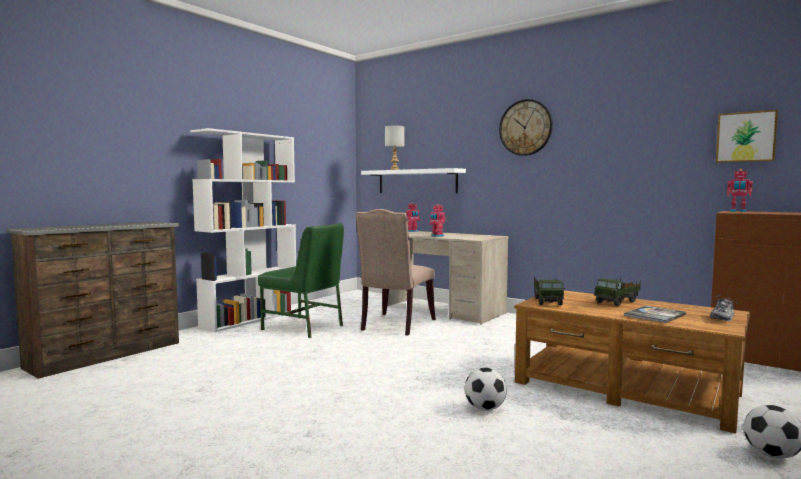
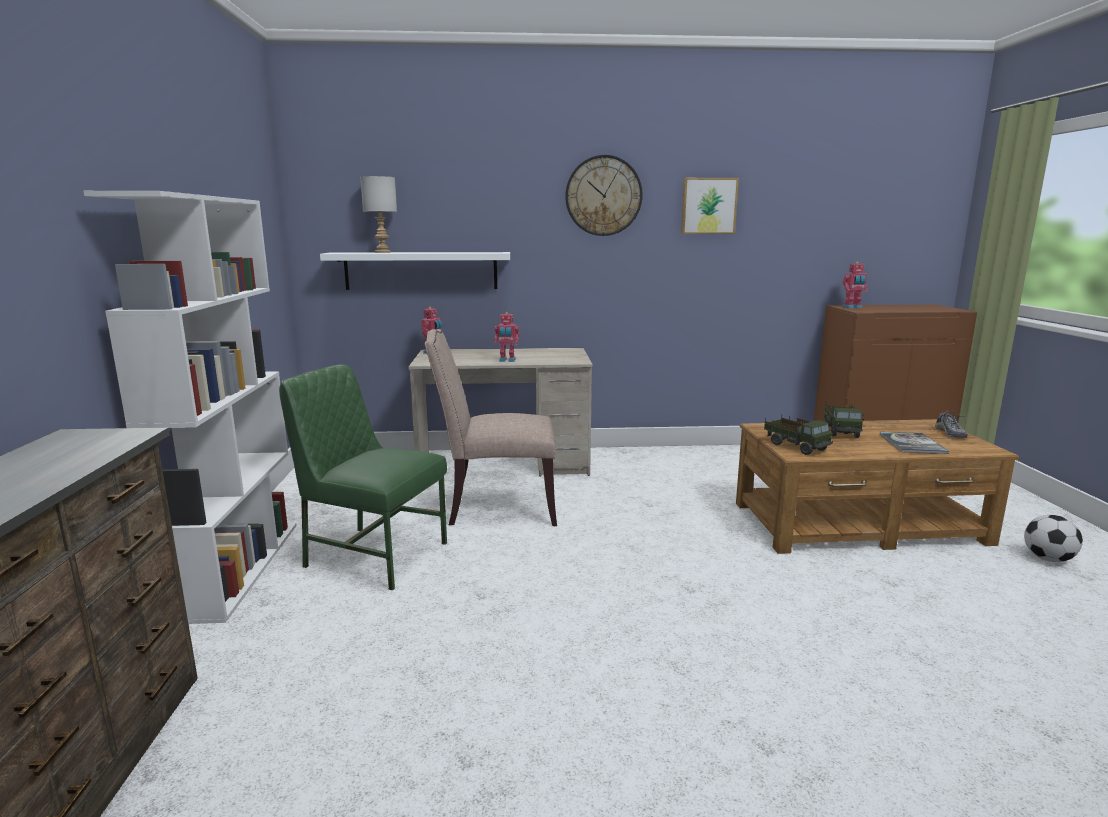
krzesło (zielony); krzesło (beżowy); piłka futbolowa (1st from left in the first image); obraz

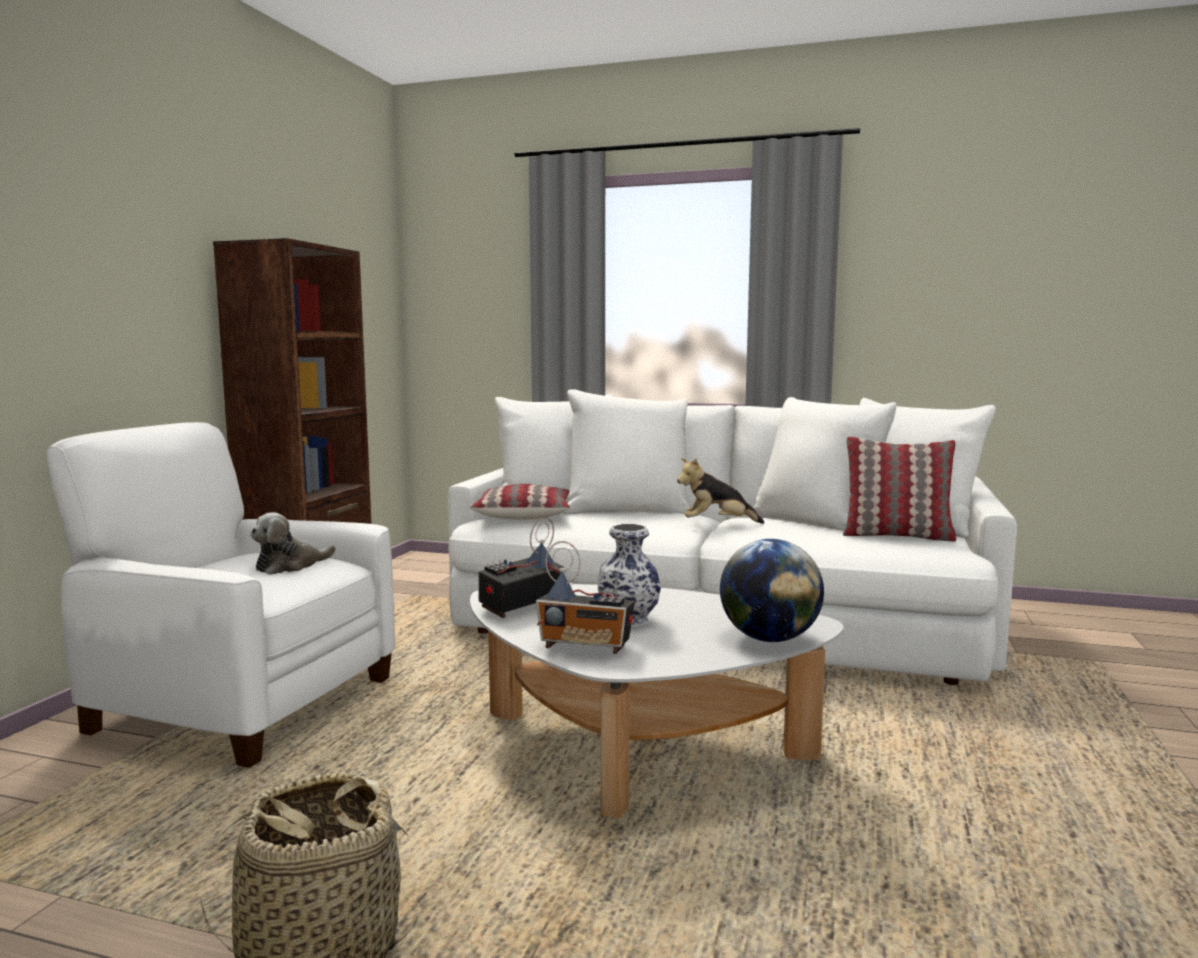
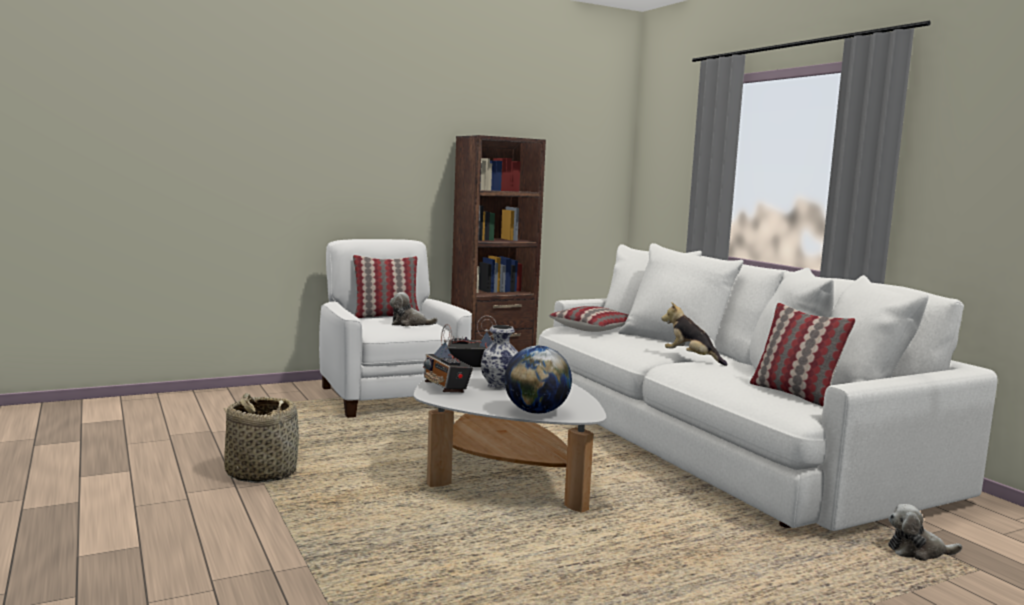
poduszka (1st from left); pluszak (3rd from left)

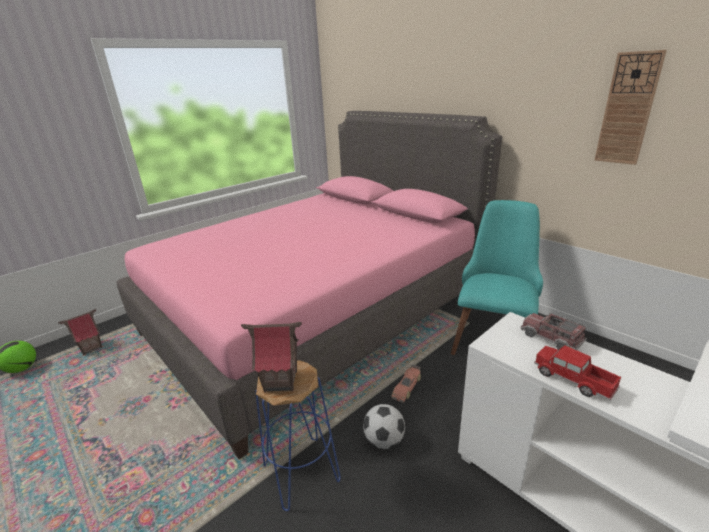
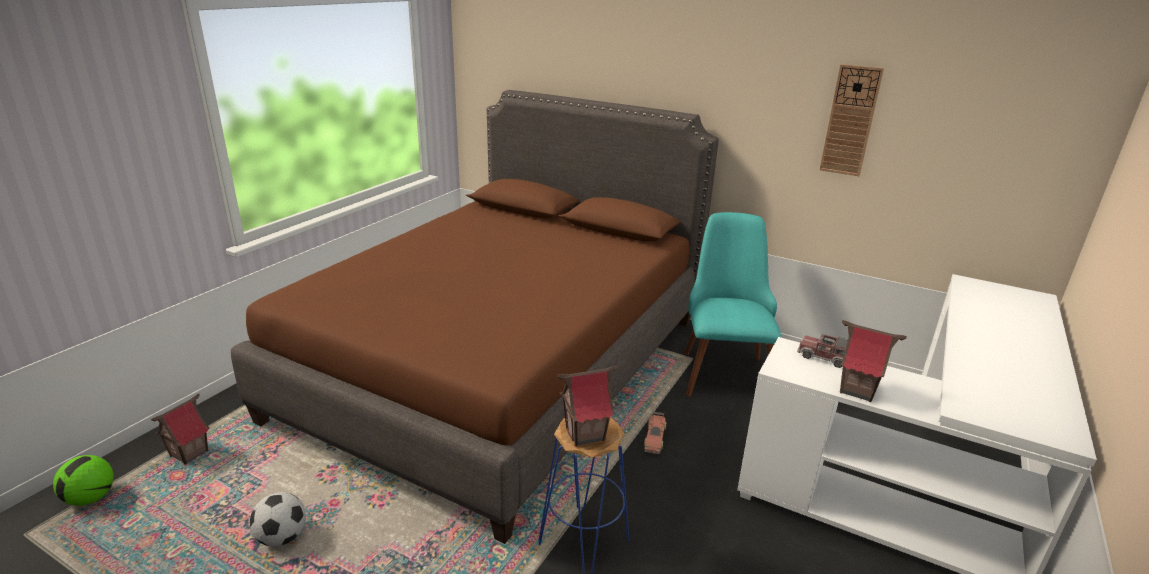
łóżko (brązowy); piłka futbolowa (2nd from left); domek (3rd from left)

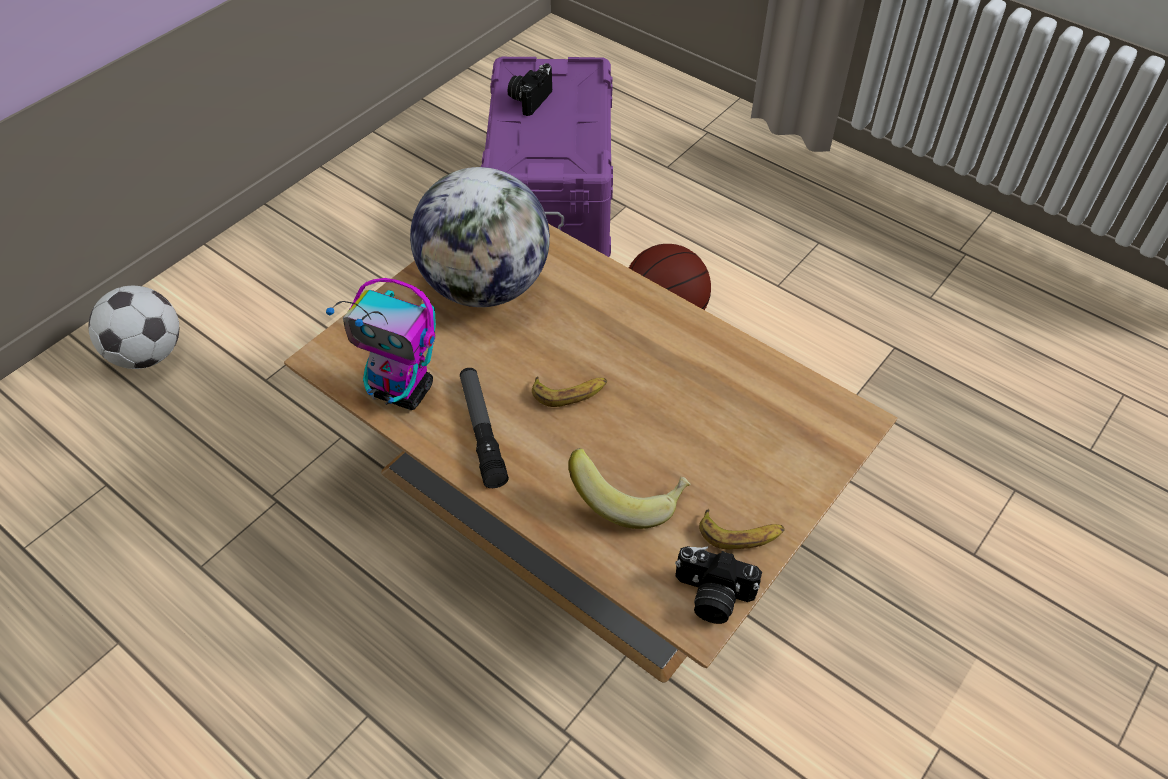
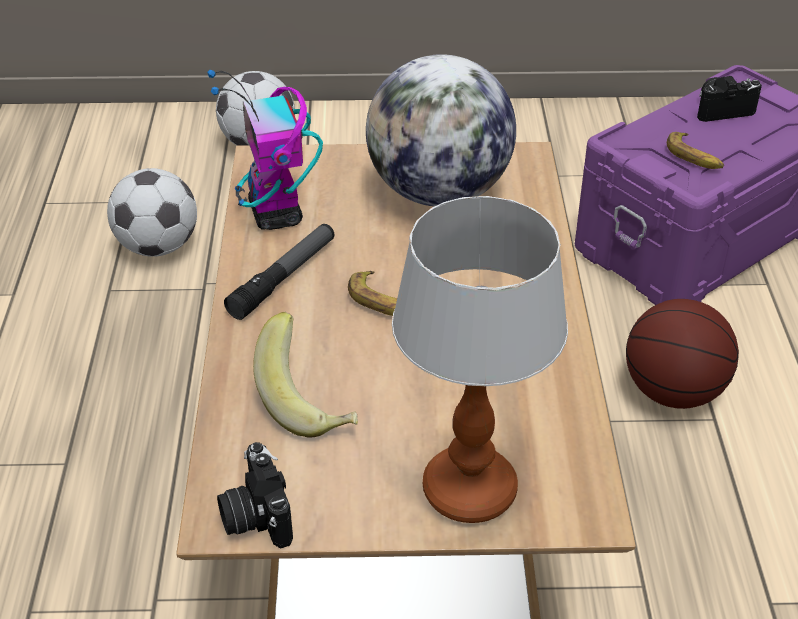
banan (3rd from left); piłka futbolowa (1st from left); lampa stołowa

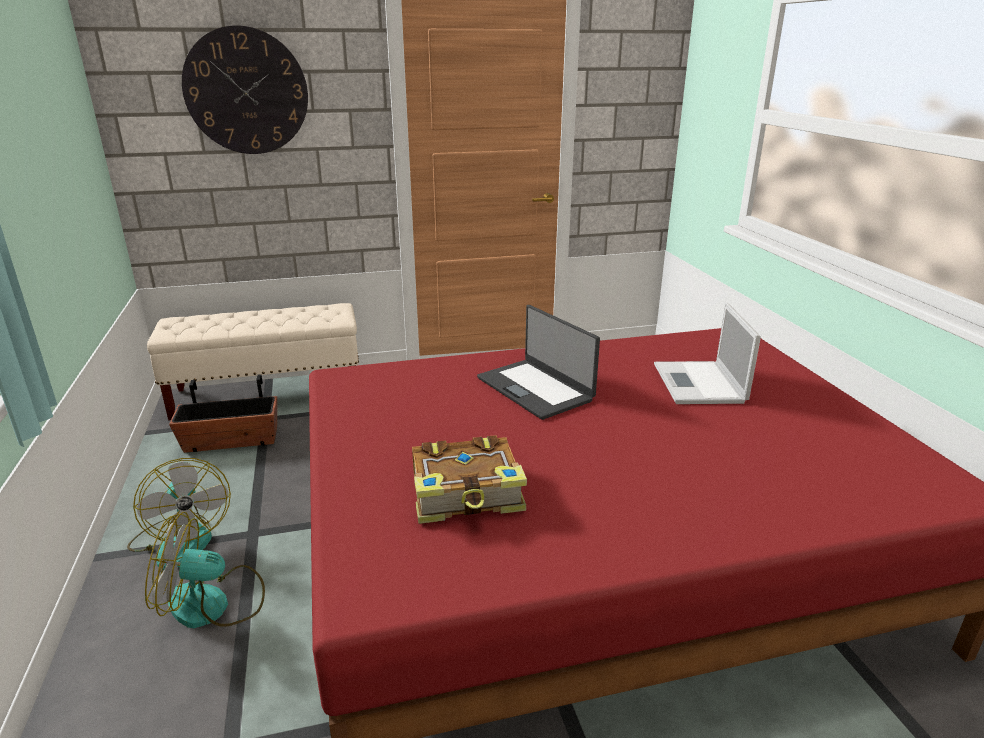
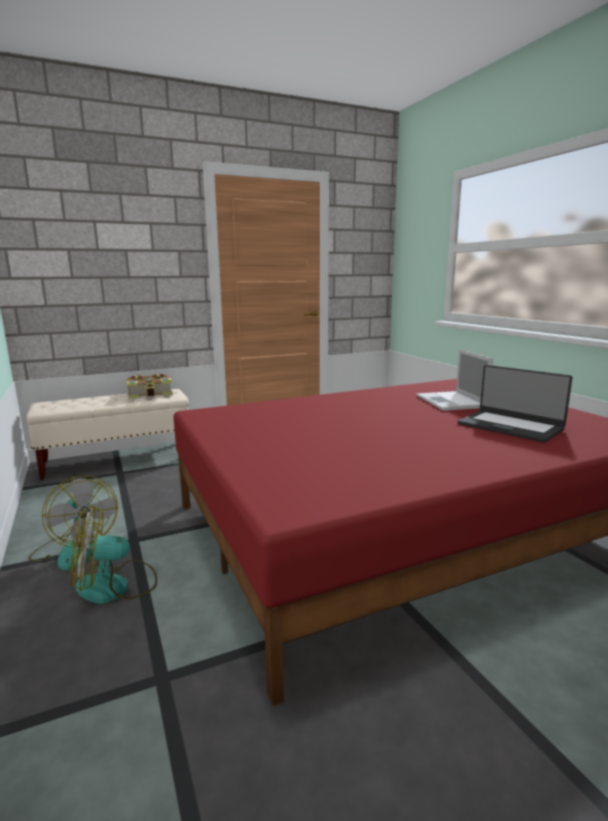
donica; zegar ścienny; książka; laptop (2nd from left)

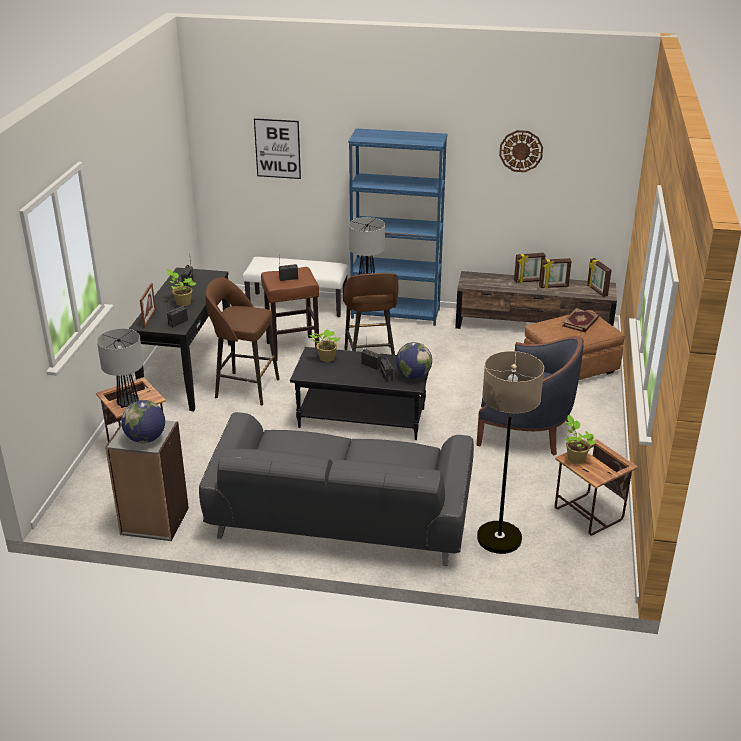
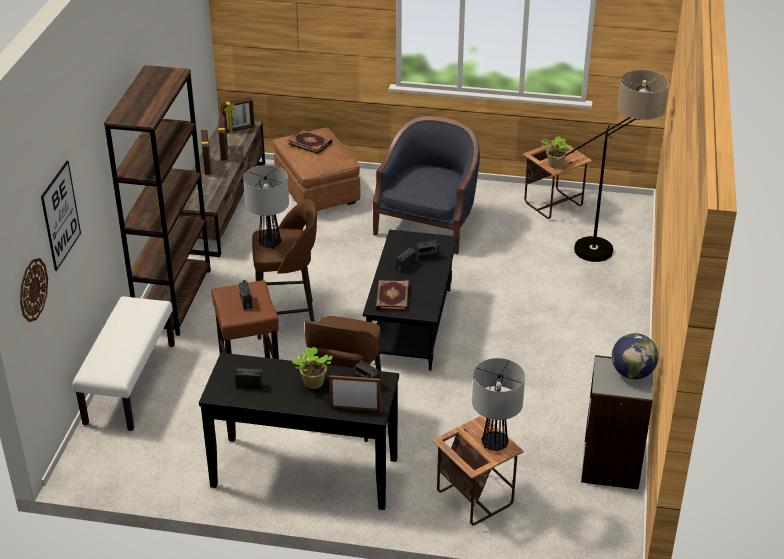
kanapa (szary); książka (2nd from left); regał (brązowy); globus (2nd from left in the first image); zegar ścienny

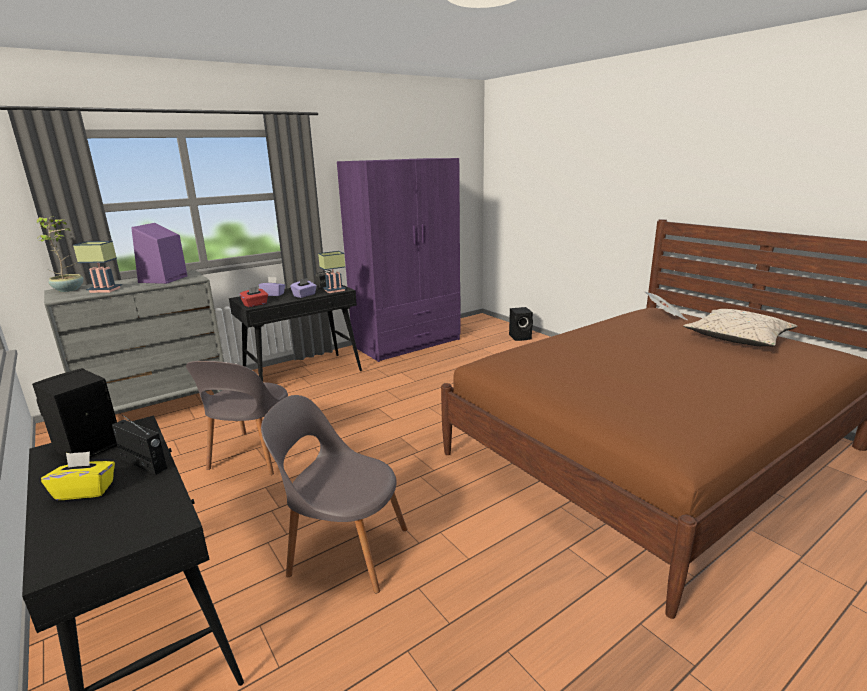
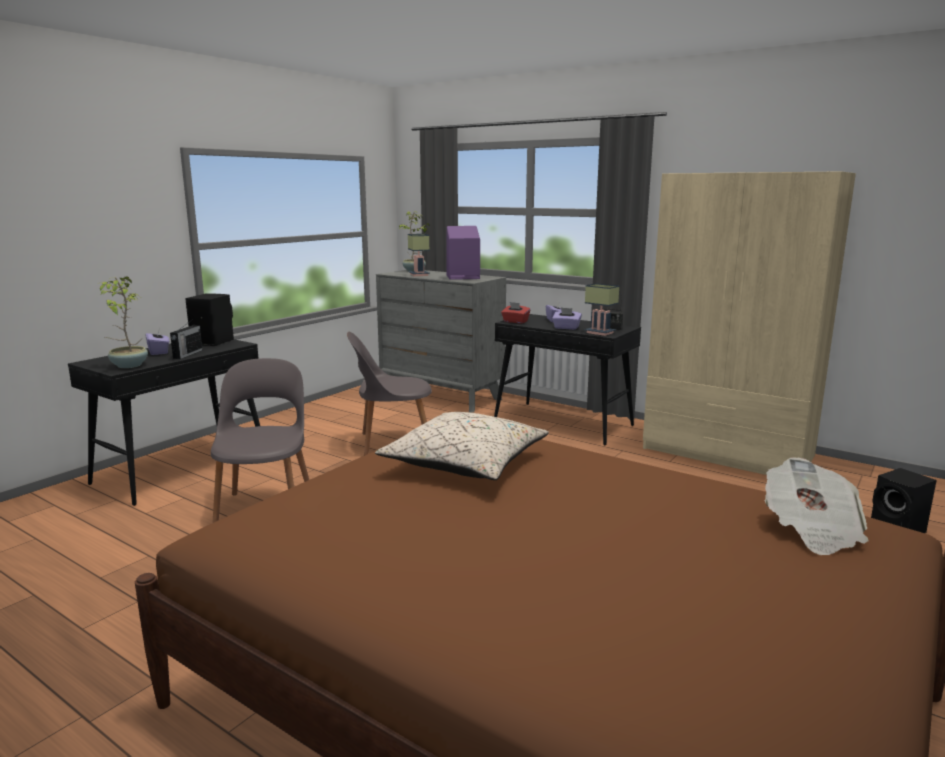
pudełko chusteczek (fioletowy) (1st from left); szafa (beżowy); poduszka (beżowy); roślina doniczkowa (1st from left)

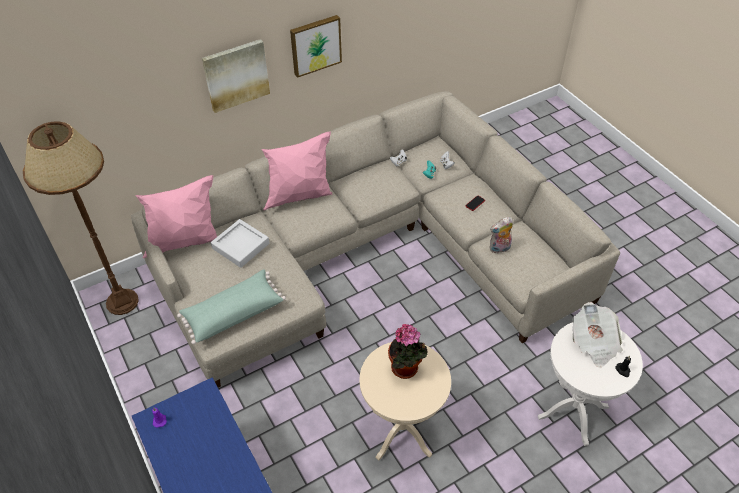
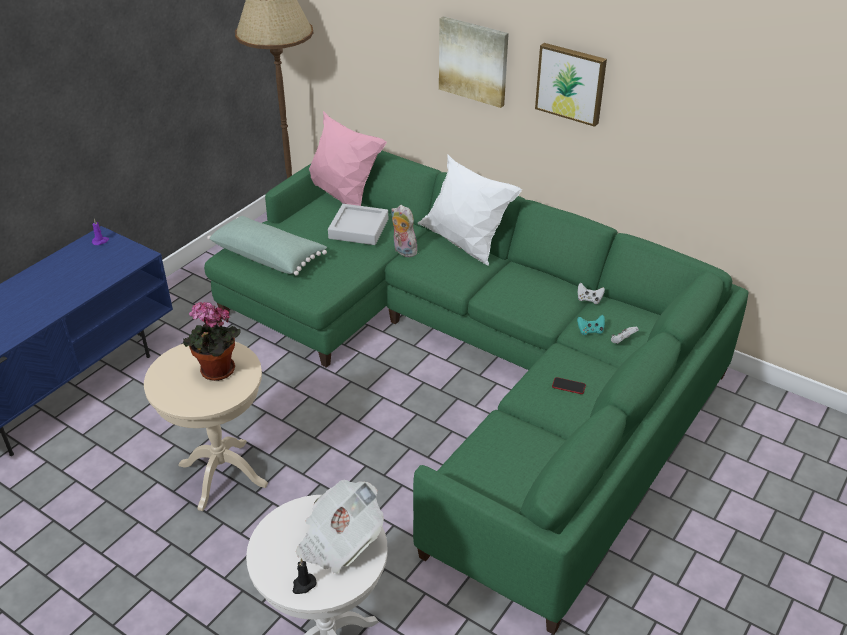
kanapa (zielony); poduszka (biały); pluszak

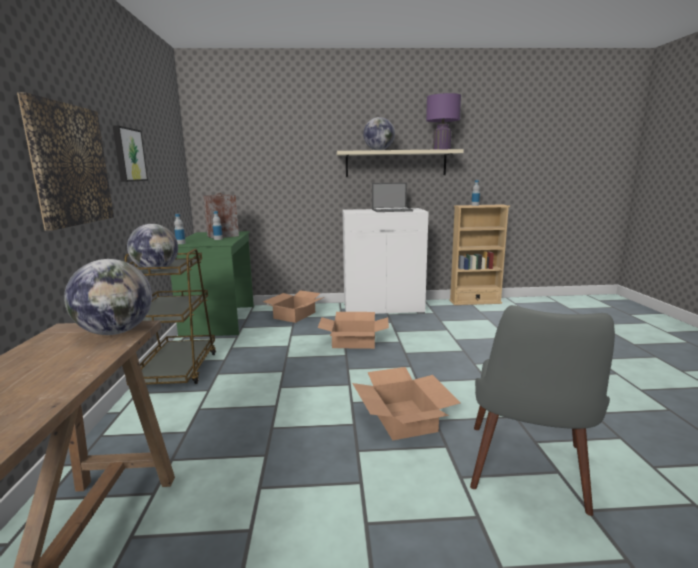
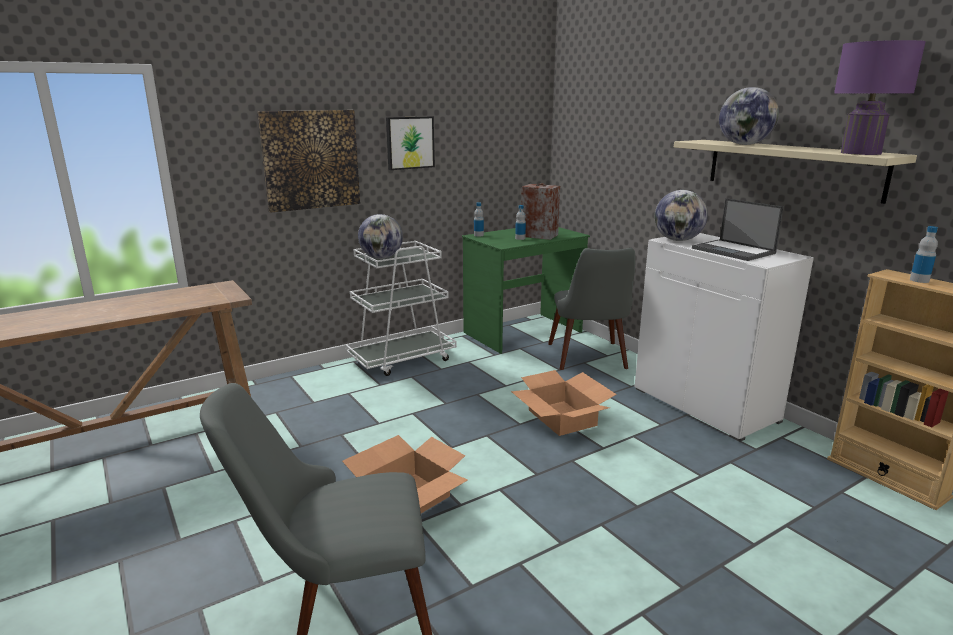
globus (2nd from left); wózek (biały); krzesło (szary) (2nd from left)

